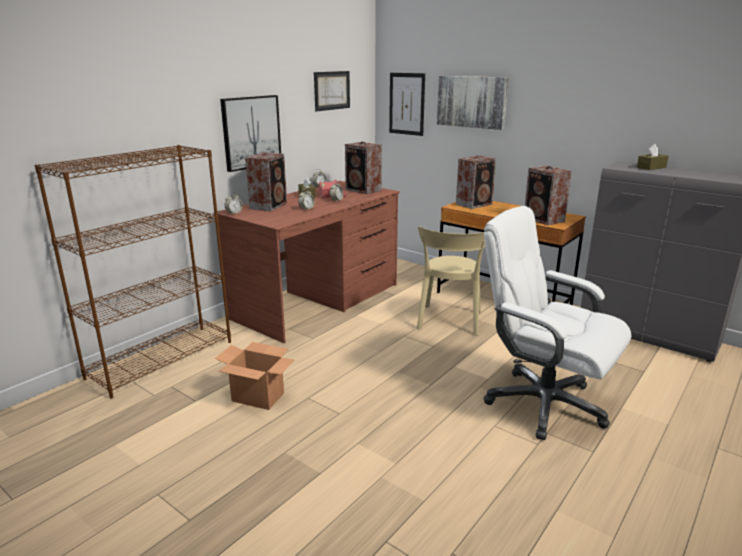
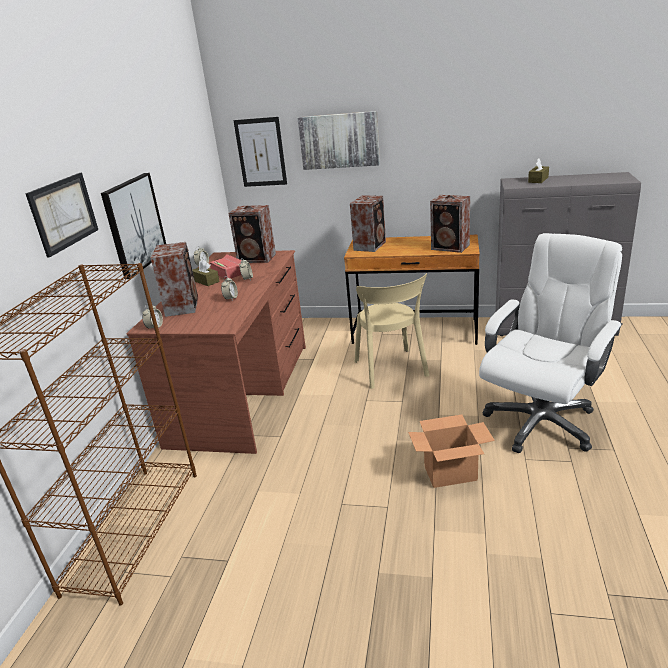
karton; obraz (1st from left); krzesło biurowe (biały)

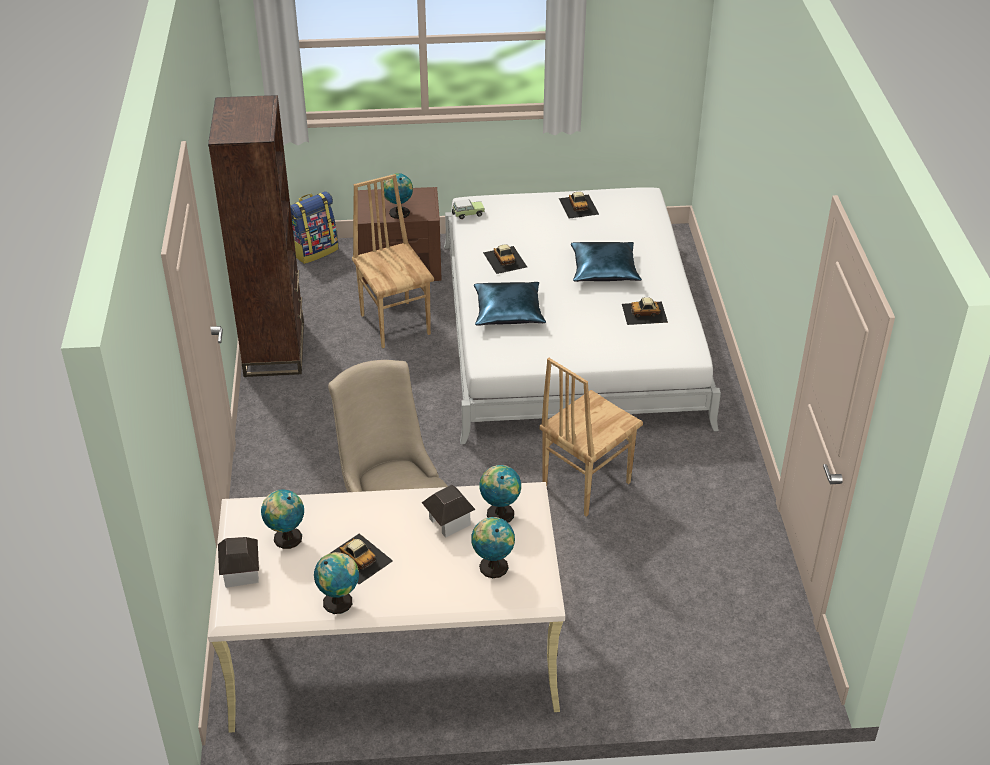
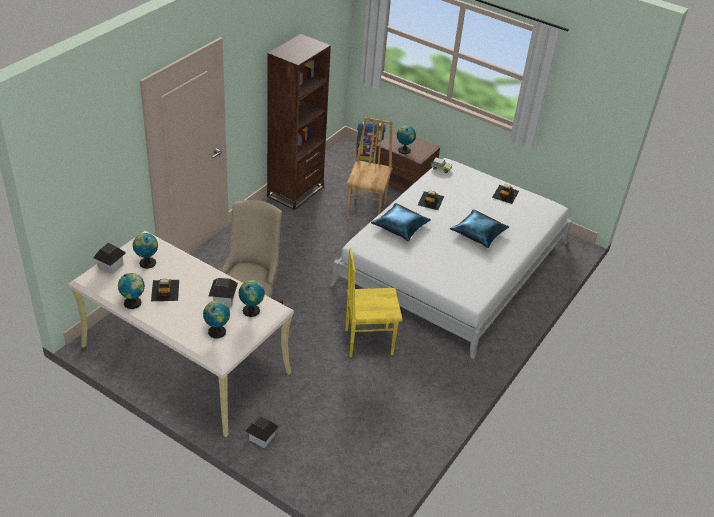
krzesło (żółty); samochodzik (5th from left in the first image); domek (3rd from left)

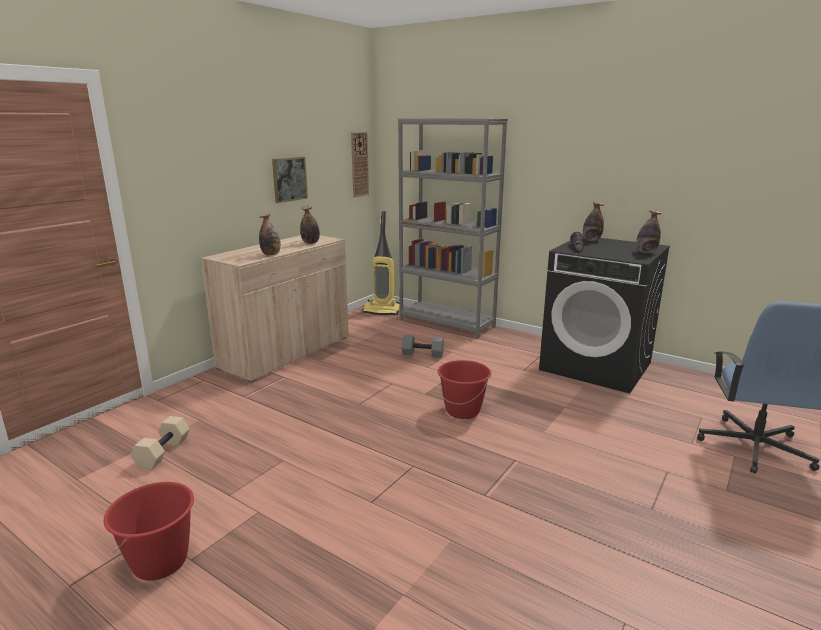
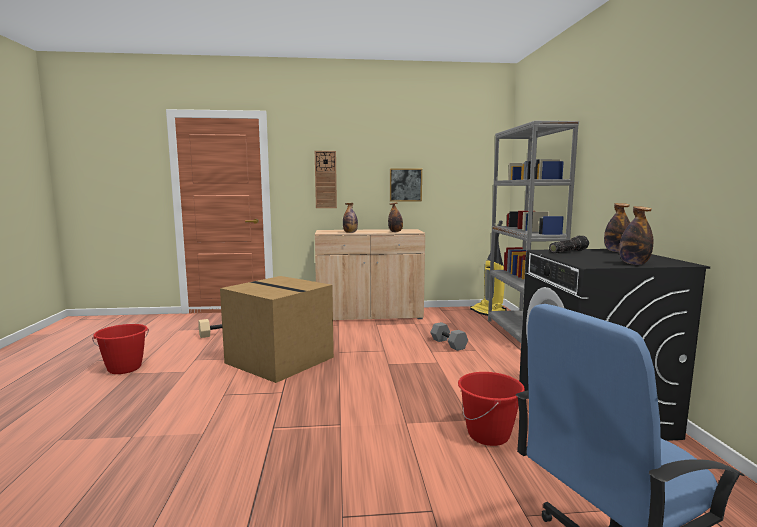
zegar ścienny; wiadro (czerwony) (2nd from left); karton

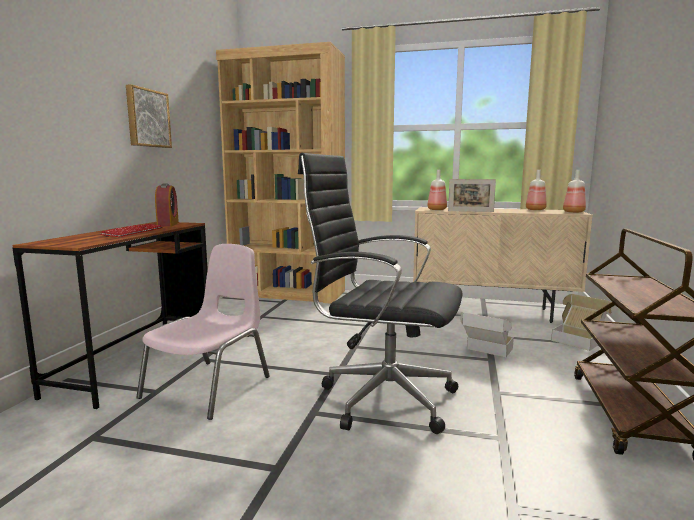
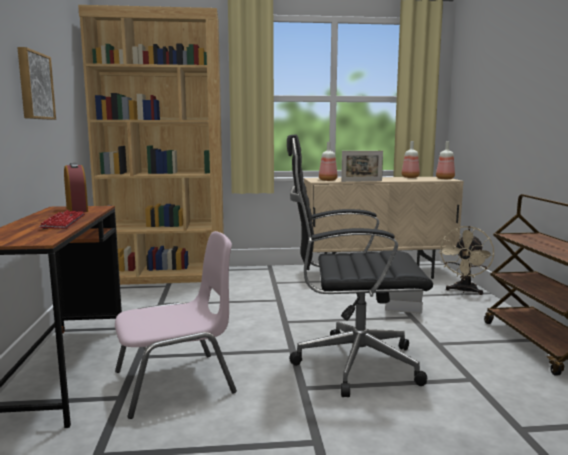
krzesło (różowy); wentylator (beżowy)

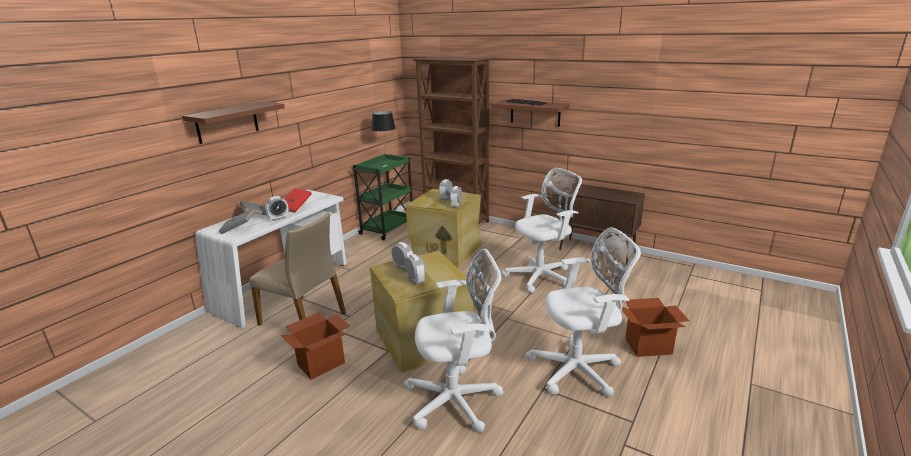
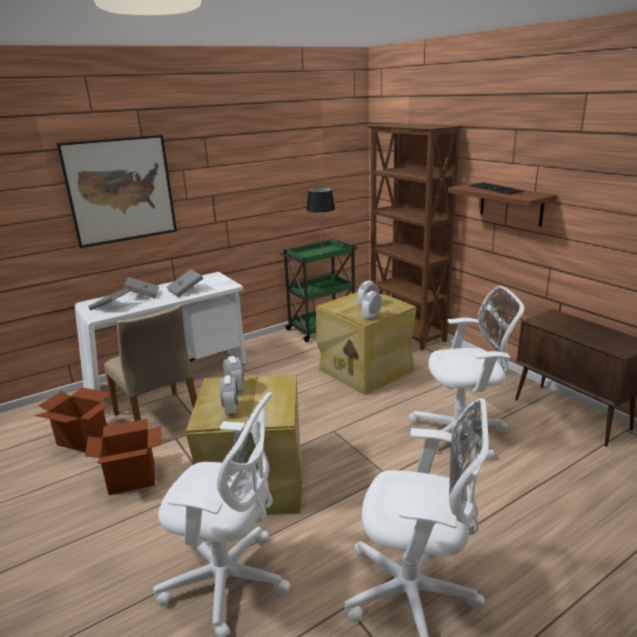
obraz; budzik (1st from left in the first image); książka (szary) (3rd from left); karton (1st from left)

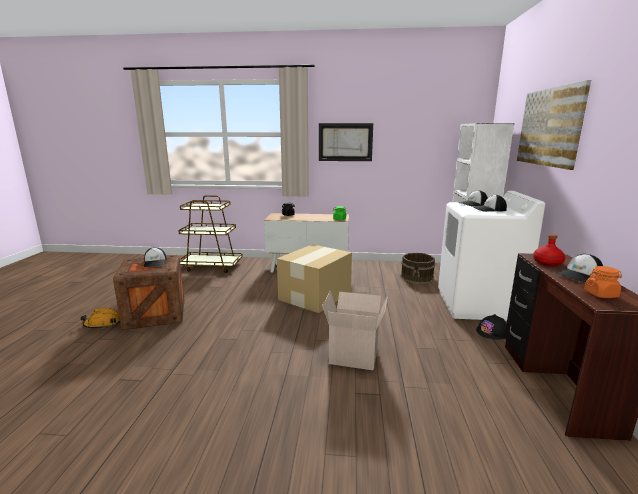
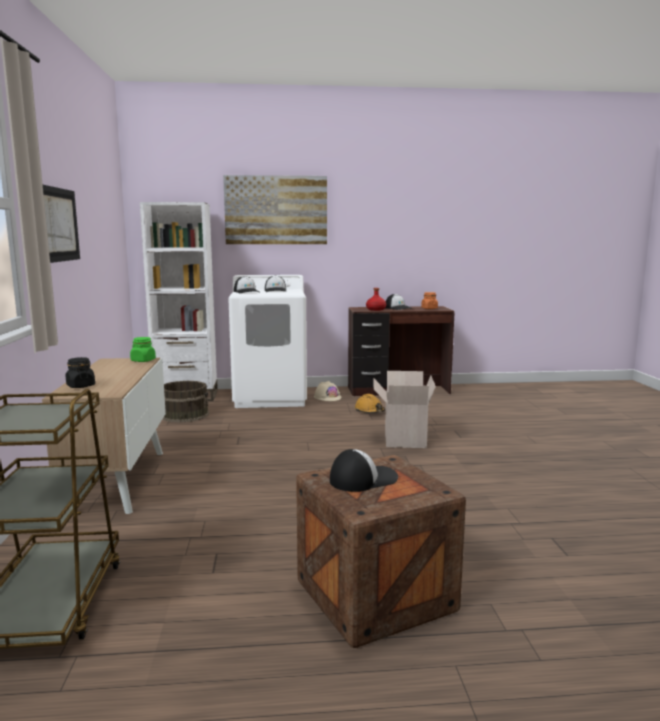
kask (pomarańczowy); karton (1st from left in the first image); kask (beżowy)

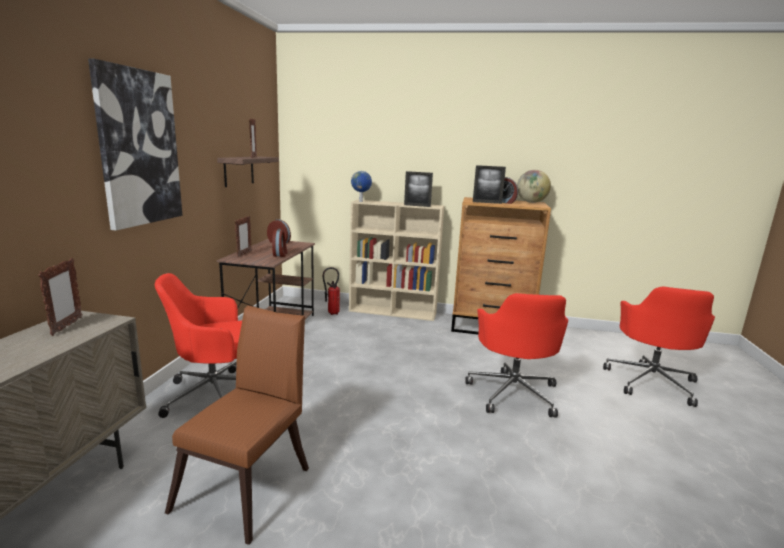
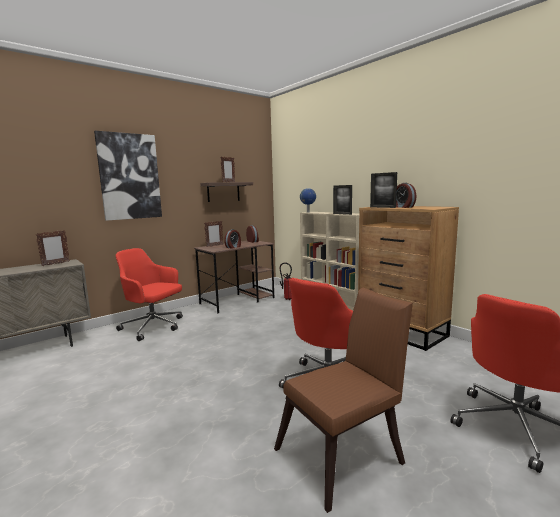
krzesło (brązowy); globus (2nd from left in the first image)

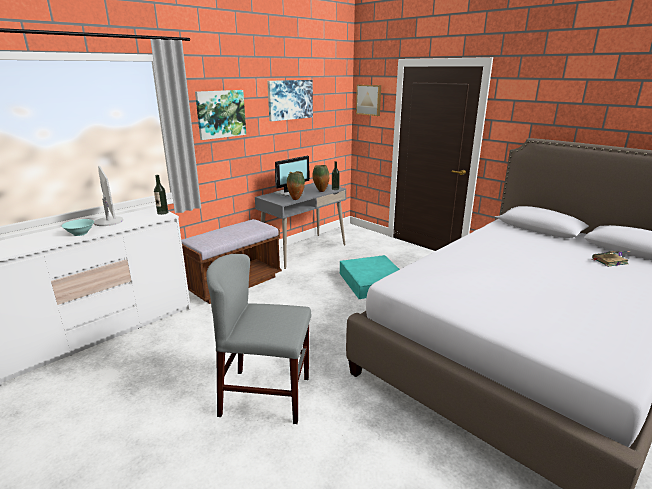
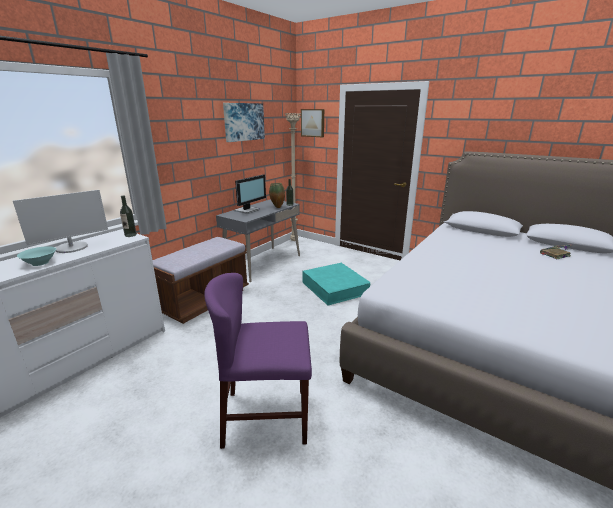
monitor (1st from left); obraz (1st from left in the first image); krzesło (fioletowy); wazon (1st from left in the first image); lampa stojąca (beżowy)

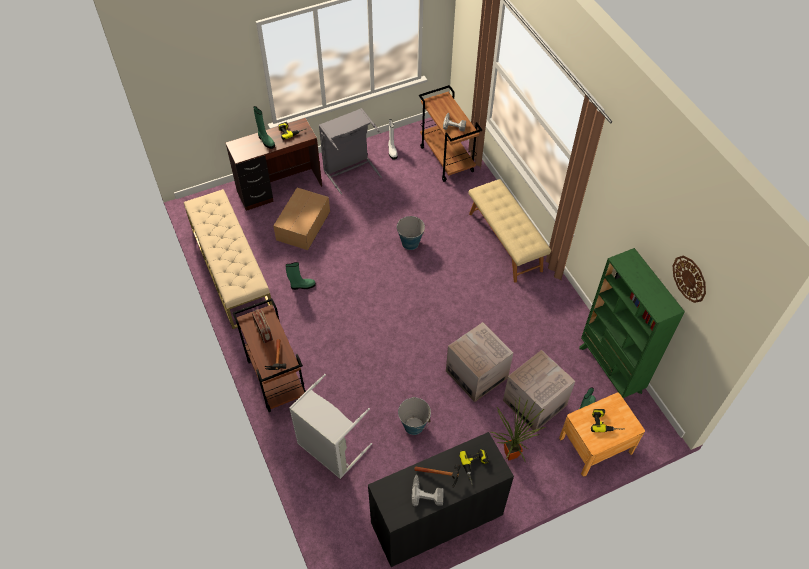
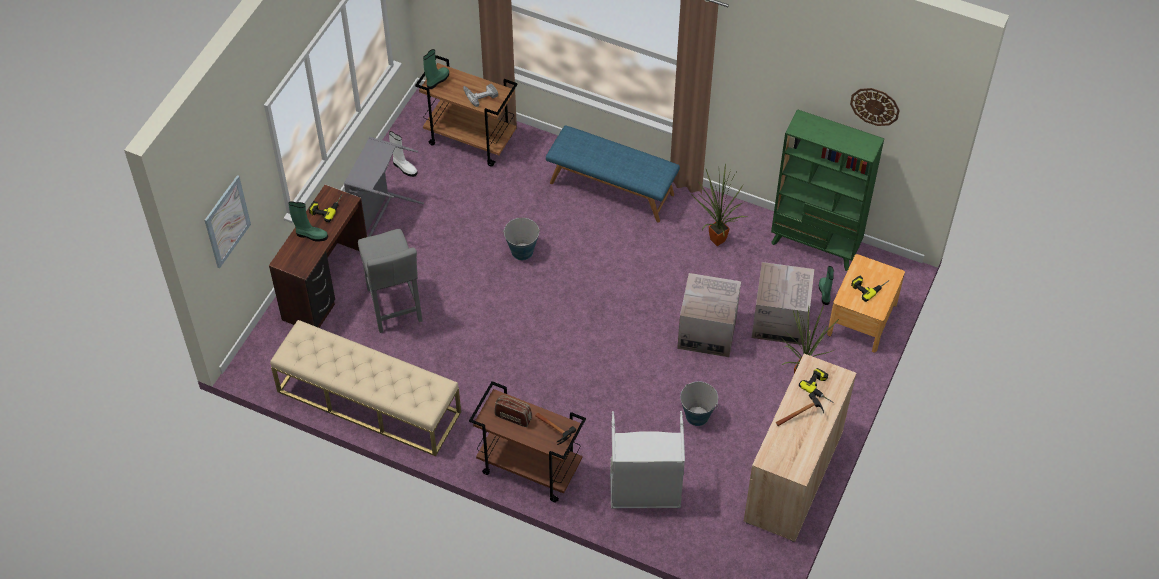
stołek (szary); but z cholewką (zielony) (2nd from left); szafka (beżowy); wiertarka (2nd from left in the first image); ławka (niebieski); obraz; roślina doniczkowa (1st from left)

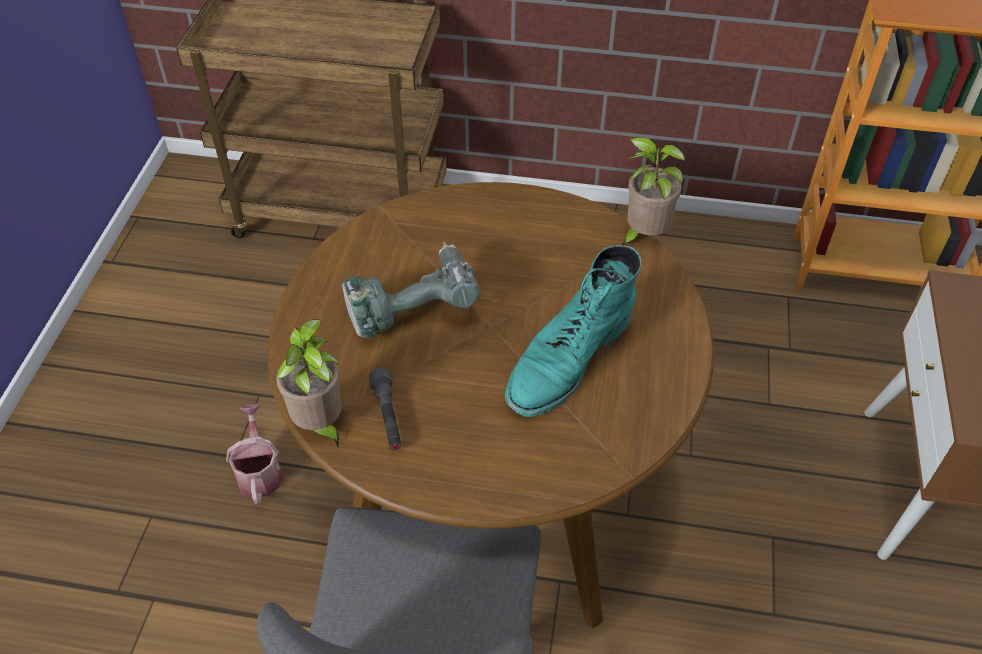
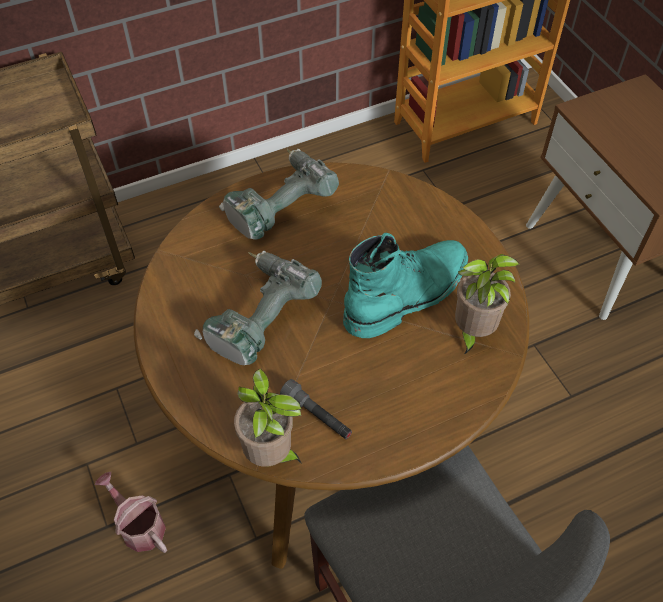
but z cholewką (turkusowy); roślina doniczkowa (2nd from left); wiertarka (2nd from left)

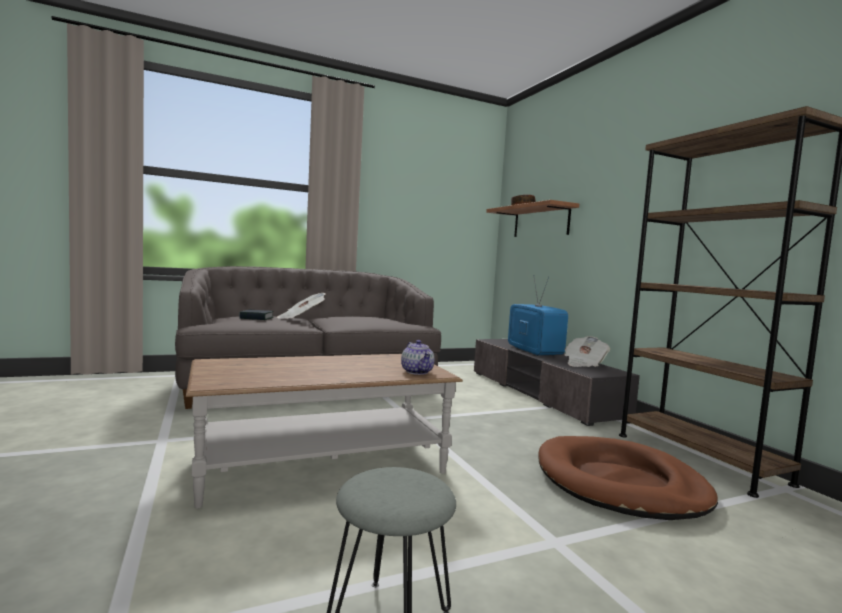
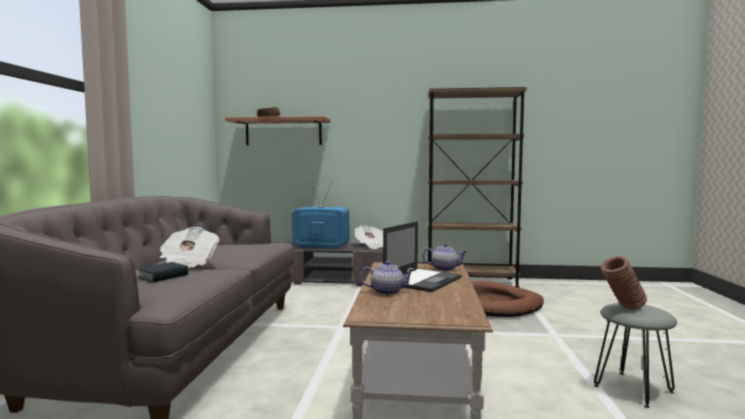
imbryk (1st from left); laptop; wazon (brązowy)

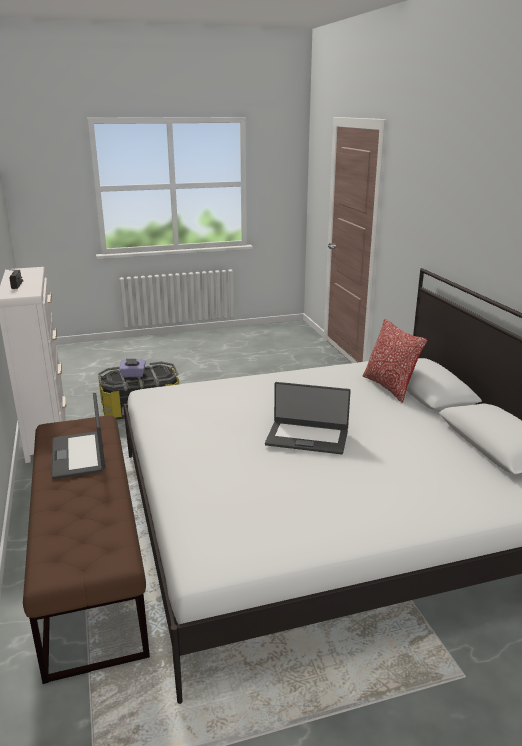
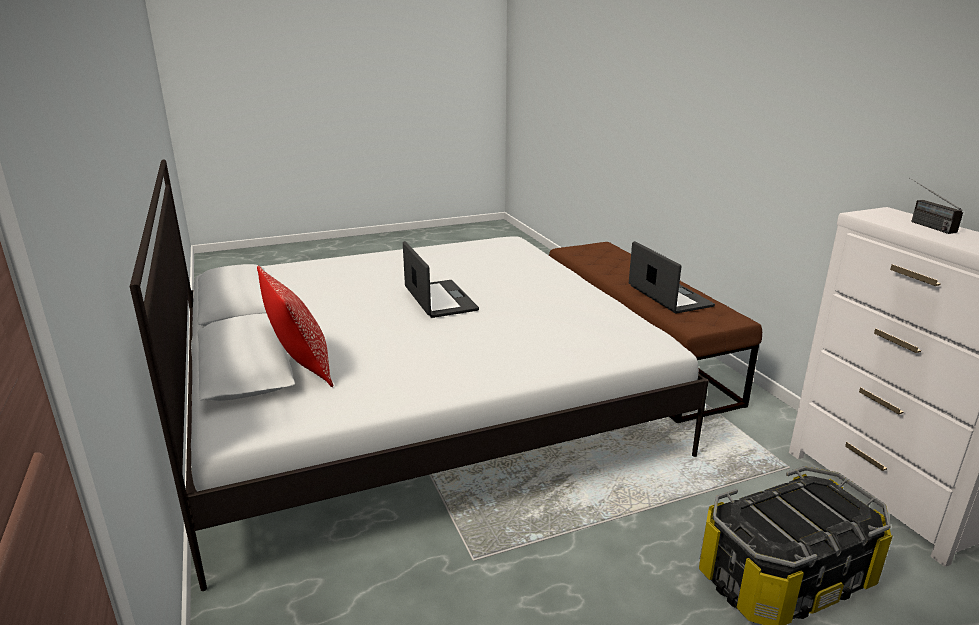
pudełko chusteczek (fioletowy); laptop (1st from left)

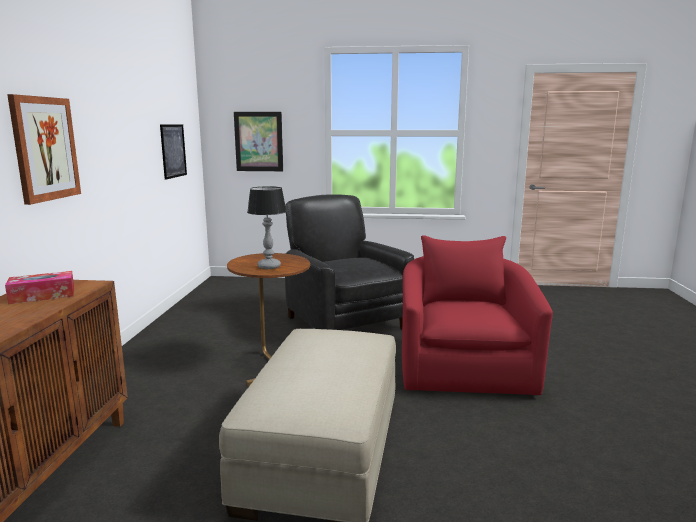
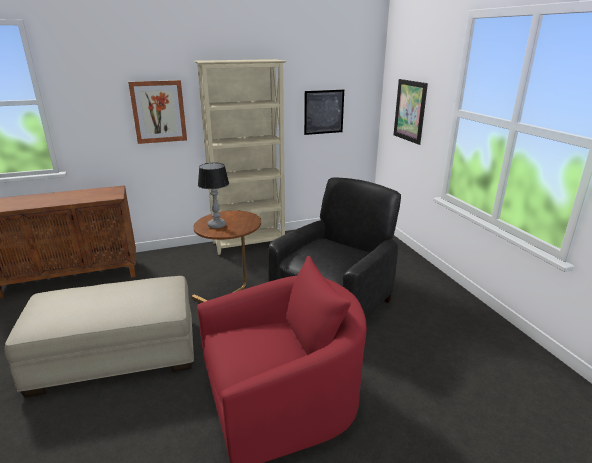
pudełko chusteczek; regał (beżowy)

